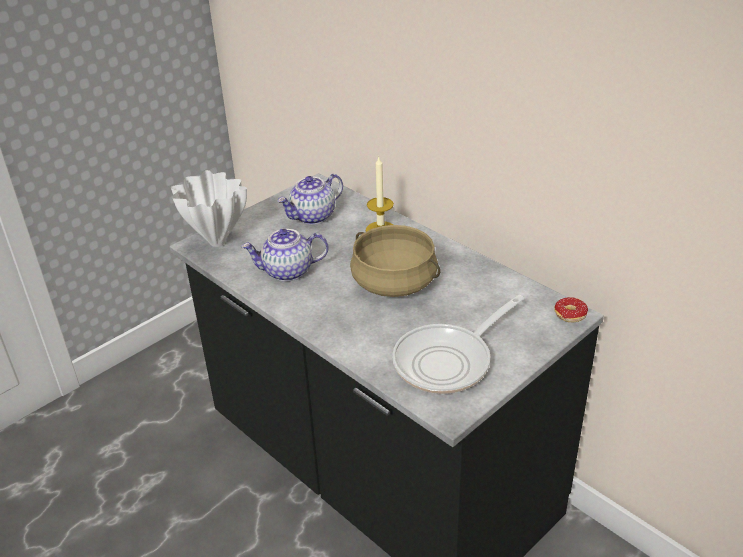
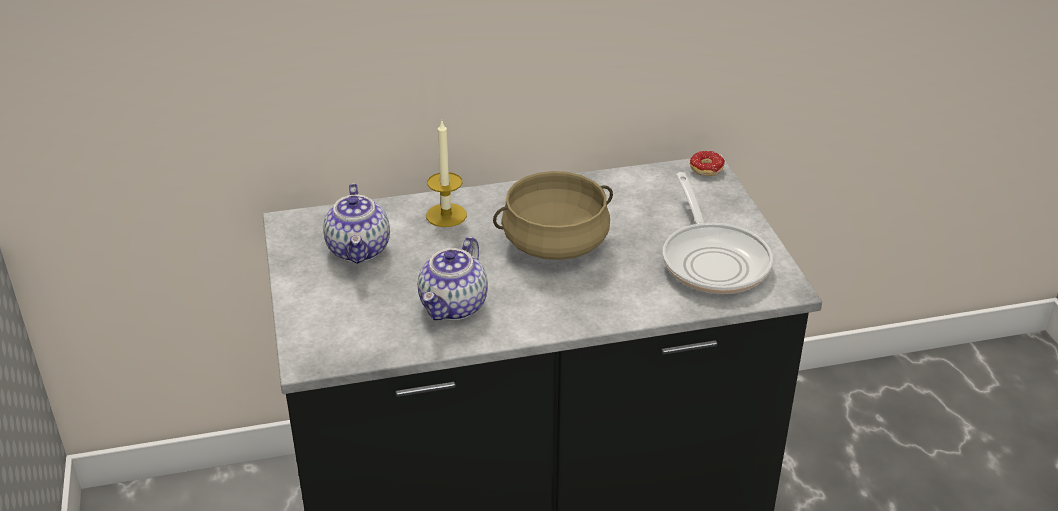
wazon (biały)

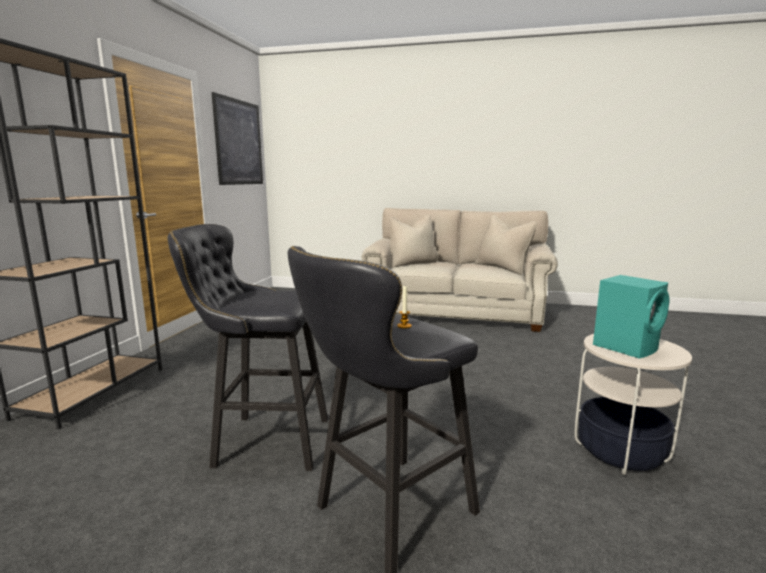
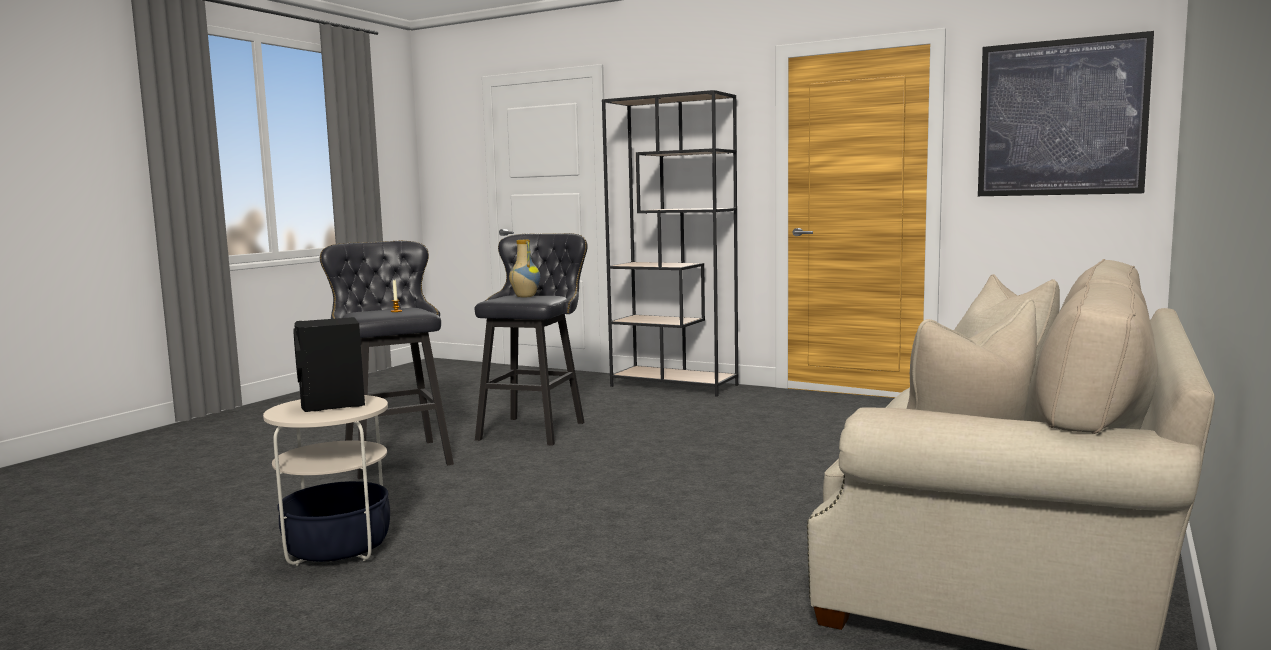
głośnik (czarny); wazon

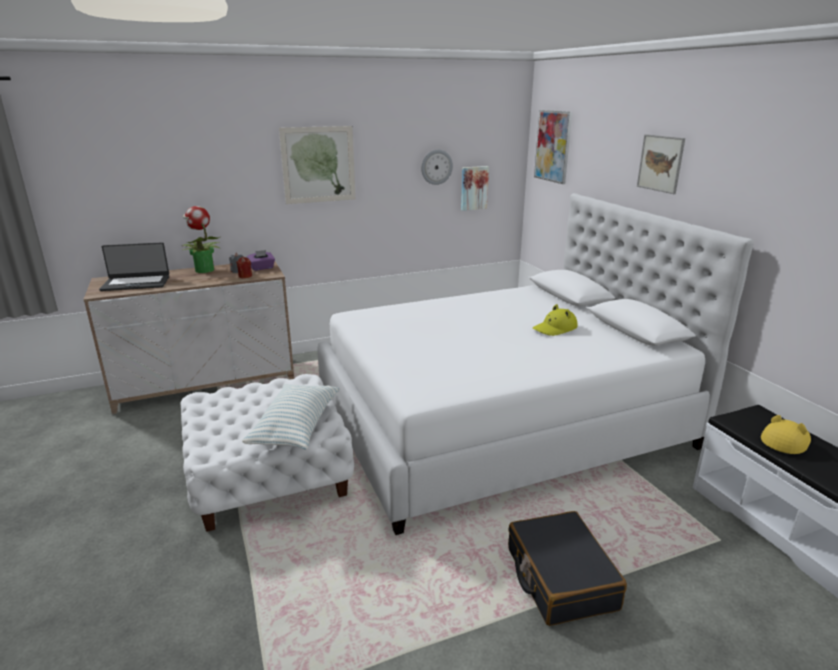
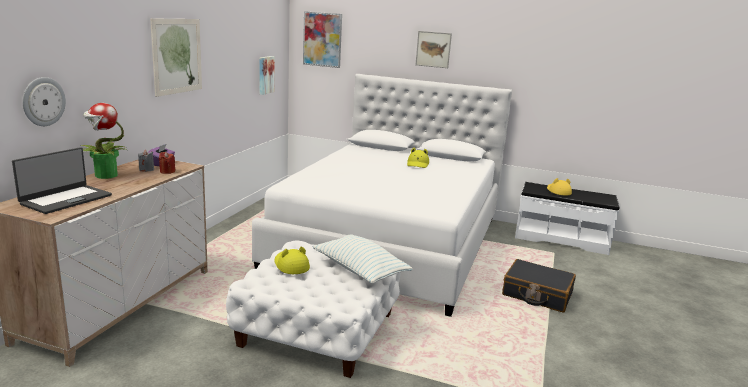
zegar ścienny; kapelusz (żółty) (1st from left)

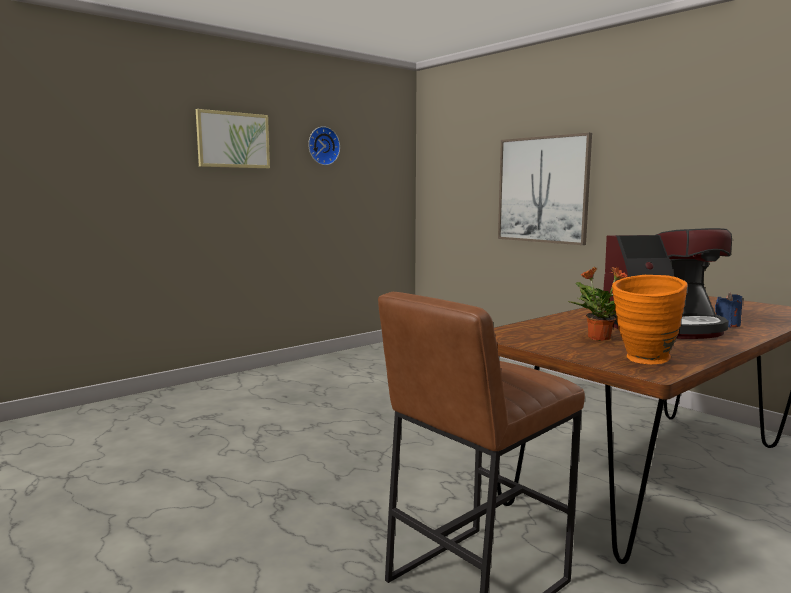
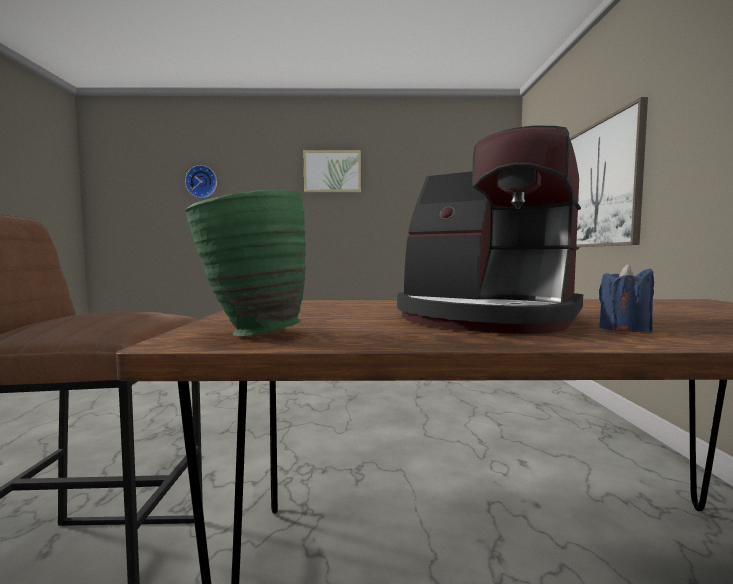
zegar ścienny; roślina doniczkowa; wazon (zielony)

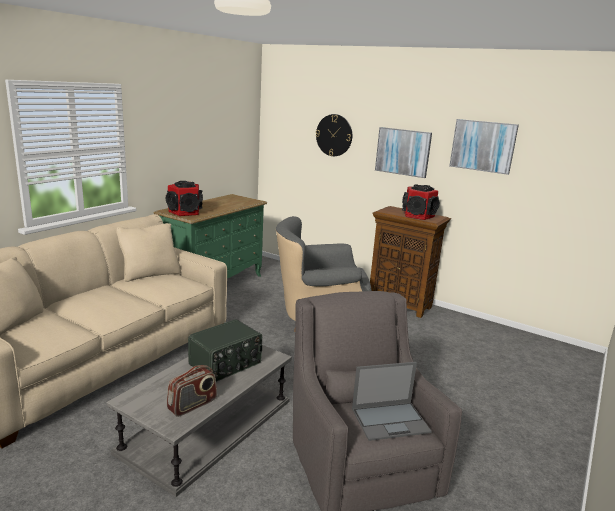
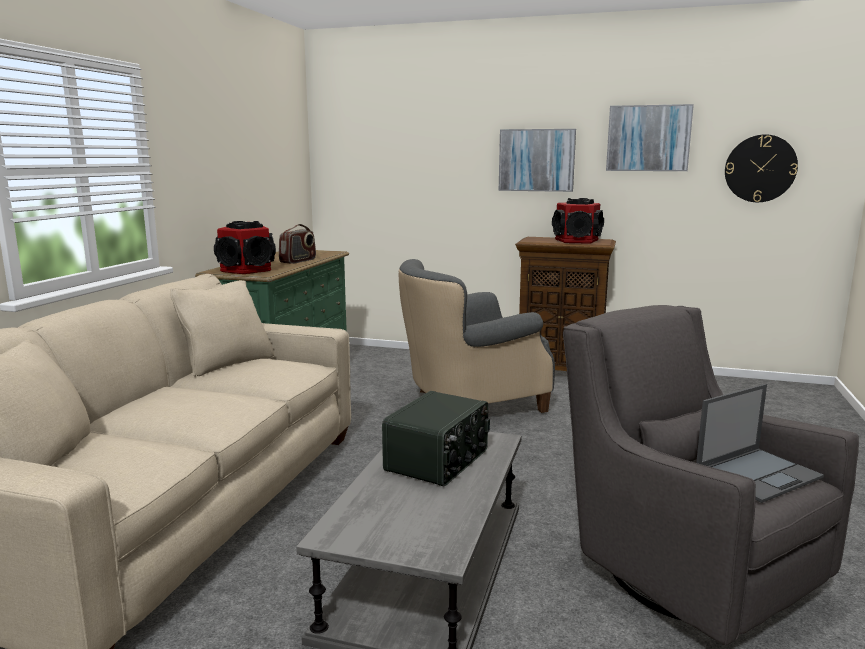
radio (1st from left); zegar ścienny

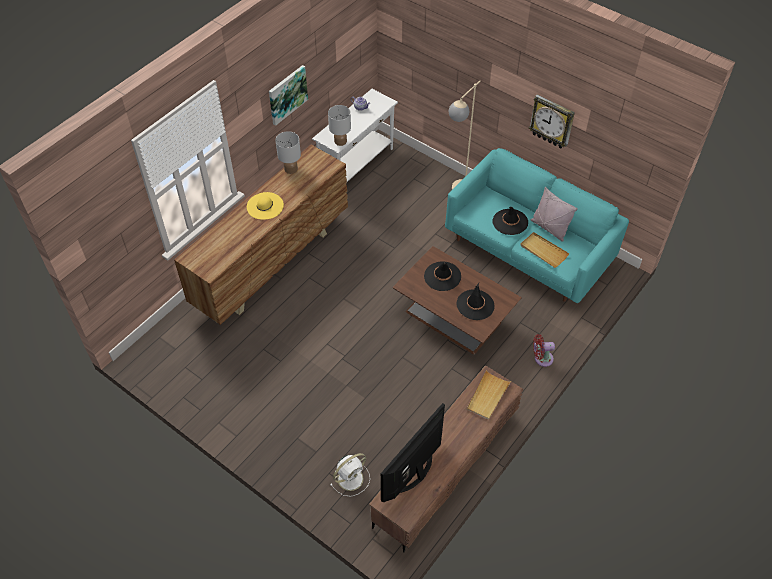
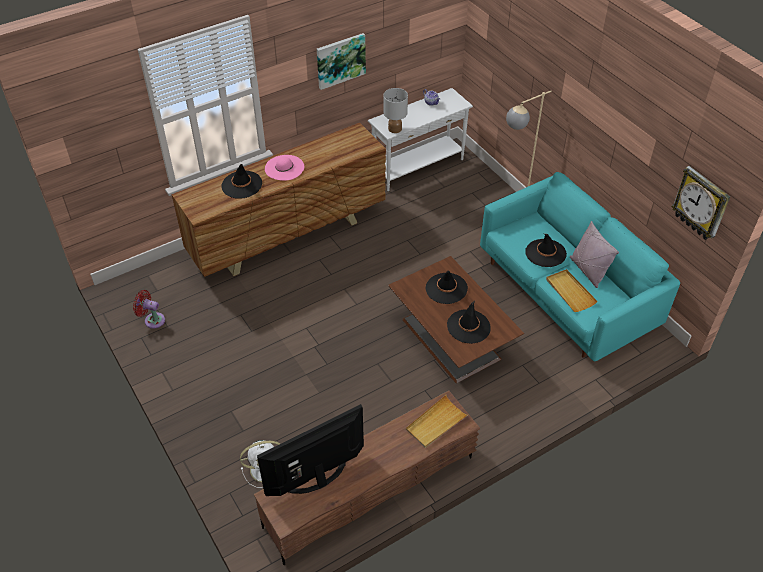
kapelusz (różowy); lampa stołowa (szary) (1st from left in the first image); zegar ścienny; wentylator (czerwony); kapelusz (czarny) (1st from left)

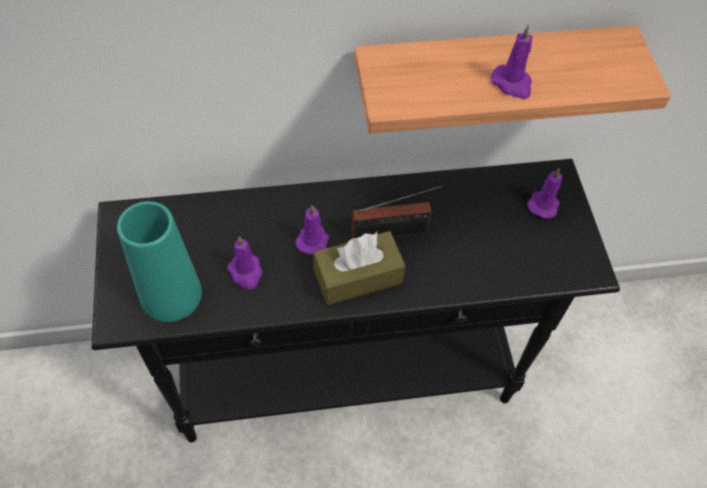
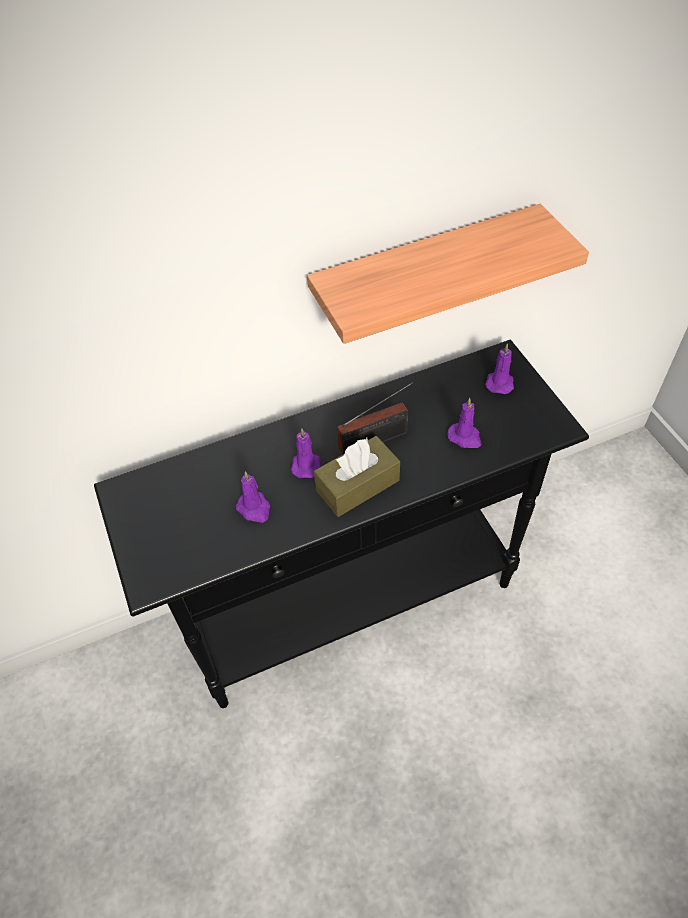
wazon (turkusowy); świeca (fioletowy) (3rd from left)

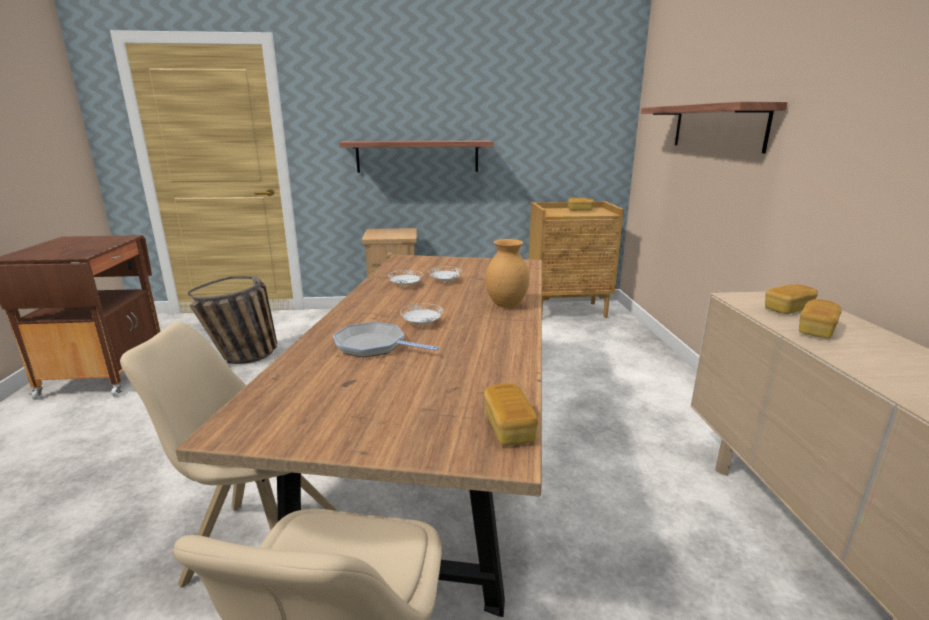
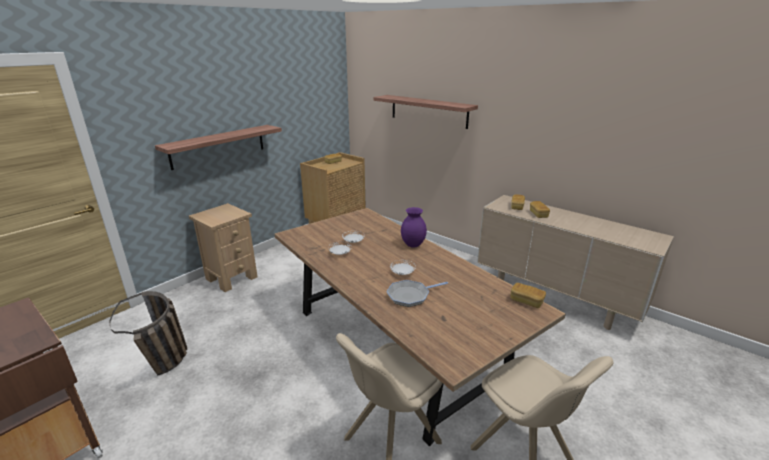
wazon (fioletowy)

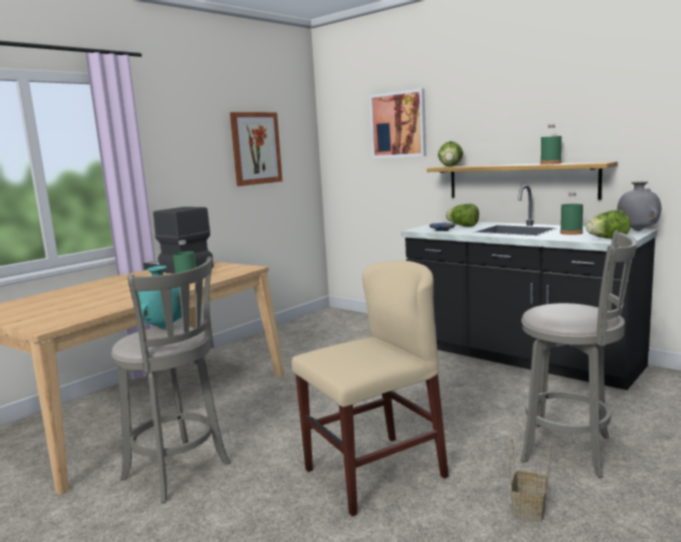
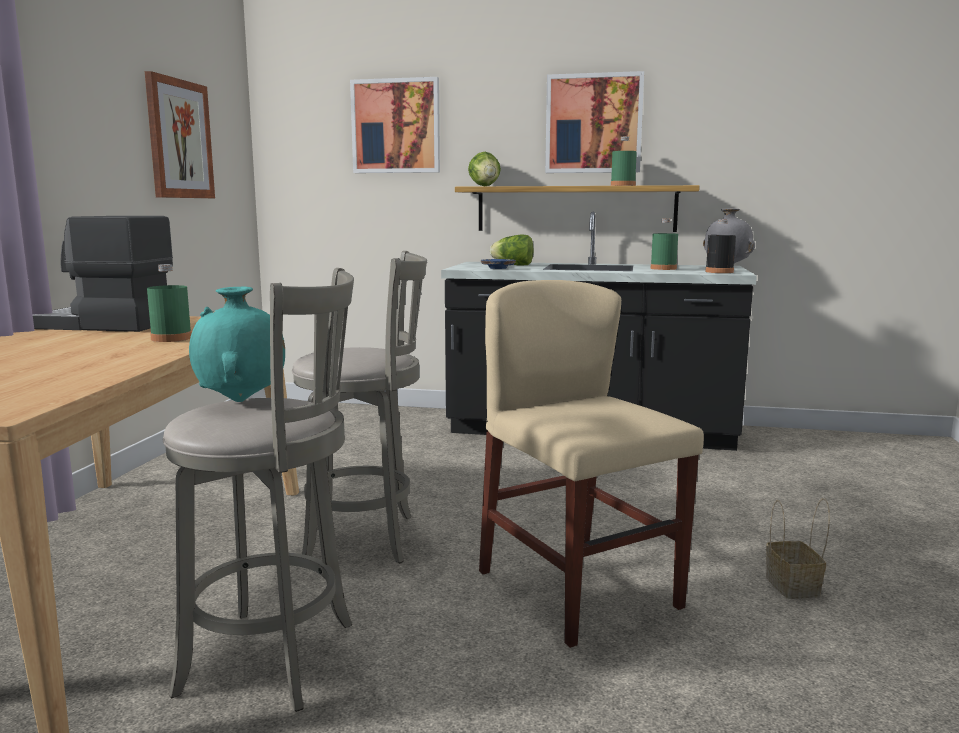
krzesło (beżowy); stołek (szary) (2nd from left); butelka (czarny); obraz (3rd from left)

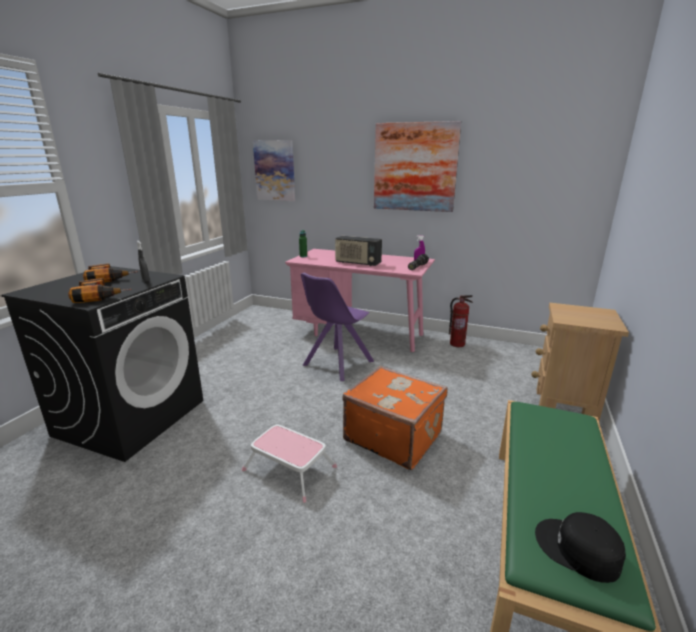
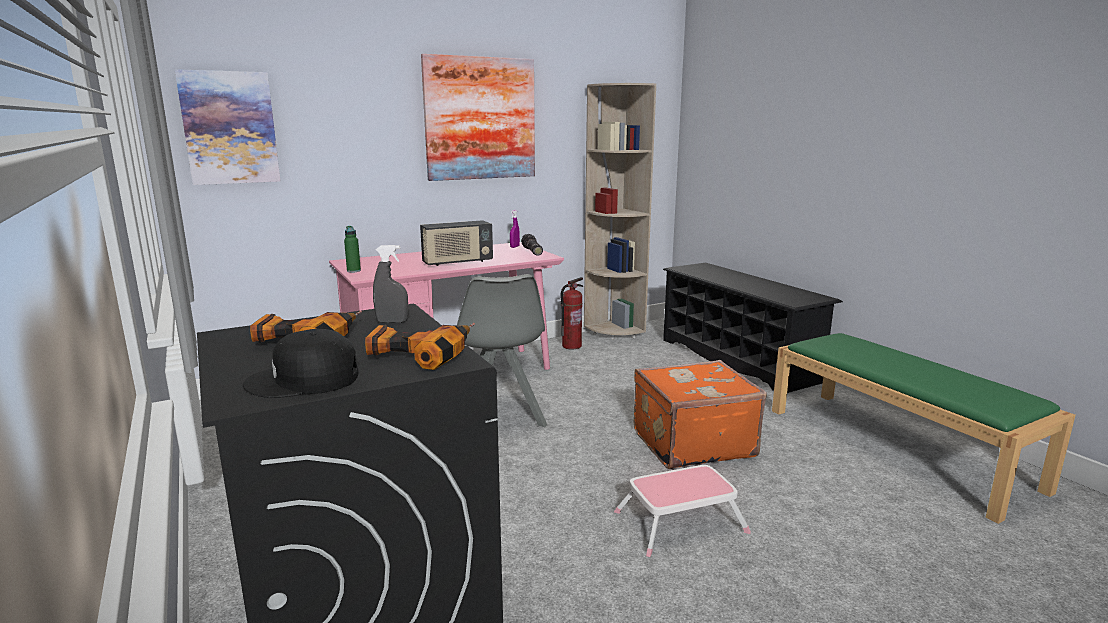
krzesło (szary); regał na buty (czarny); czapka z daszkiem (czarny); regał (beżowy)

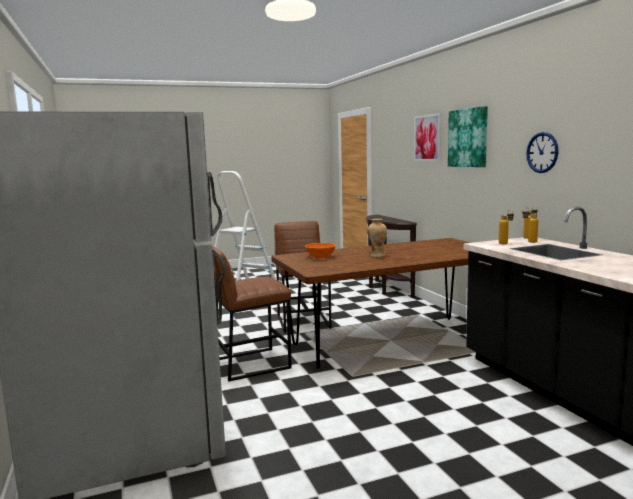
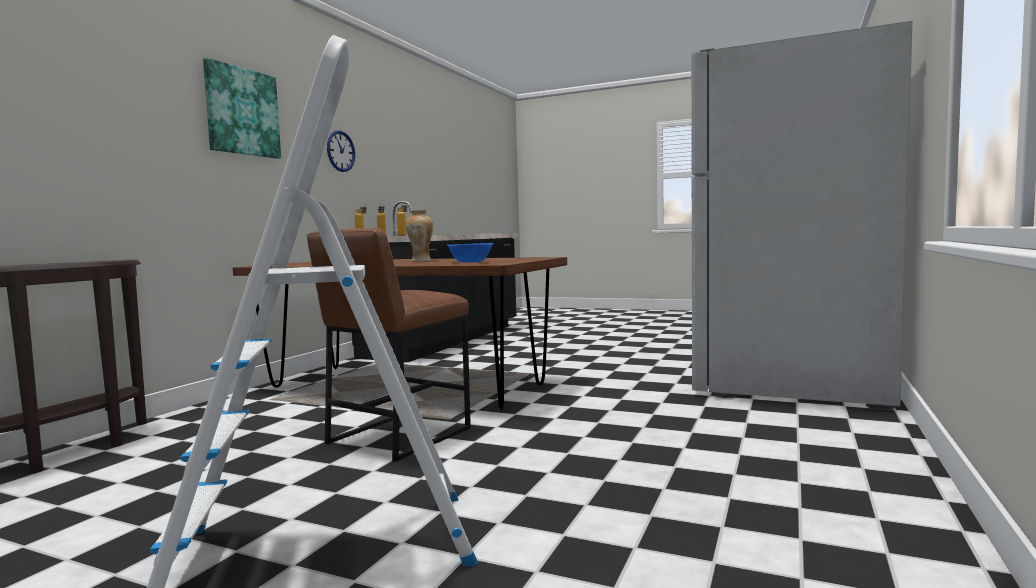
krzesło (brązowy) (1st from left in the first image); miska (niebieski); obraz (1st from left in the first image)

